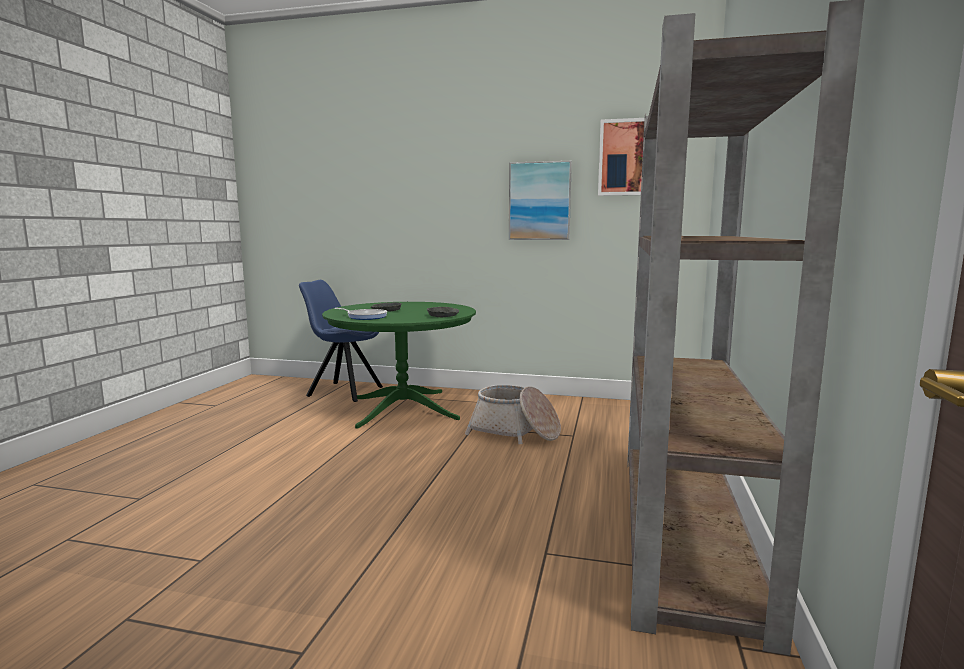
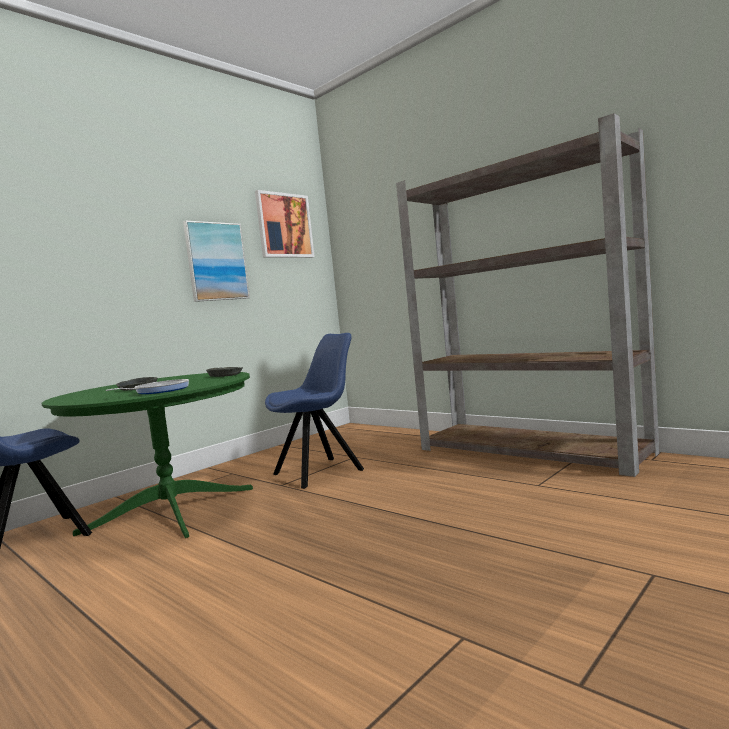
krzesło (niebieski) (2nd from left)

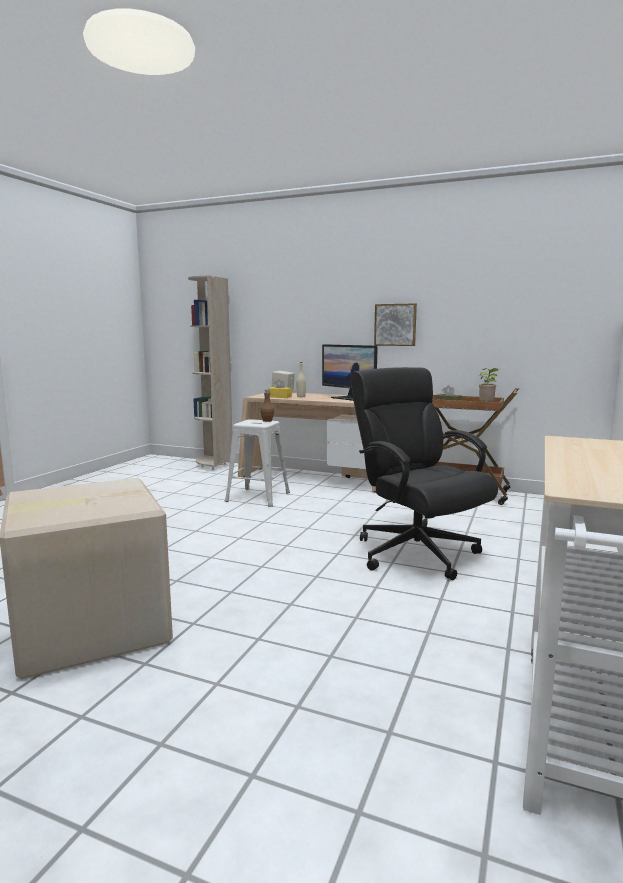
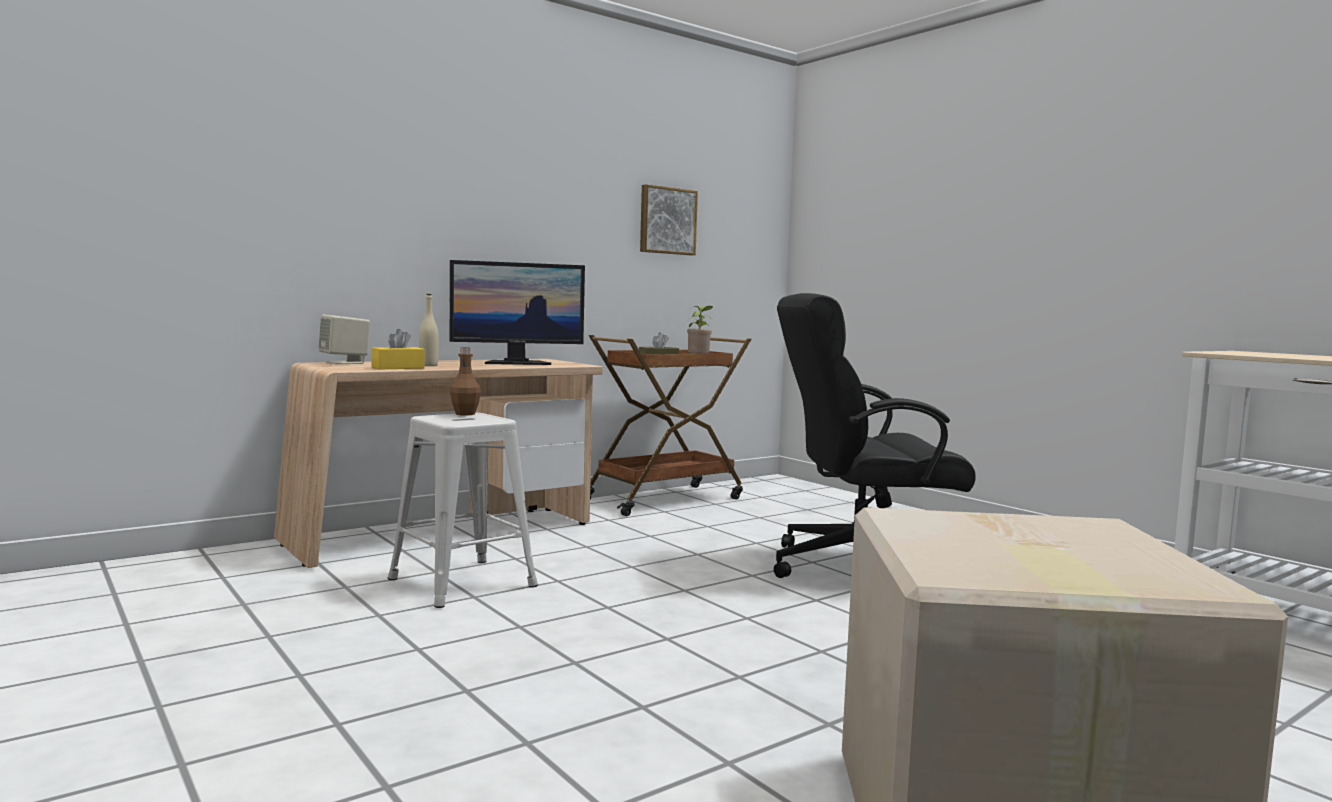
regał (beżowy); obraz

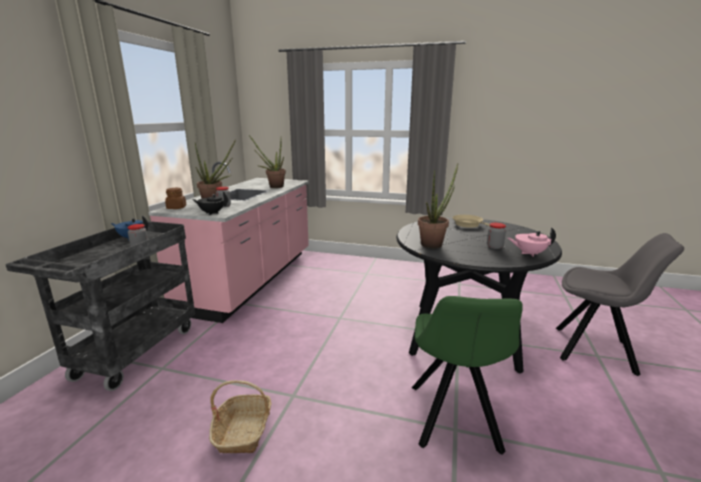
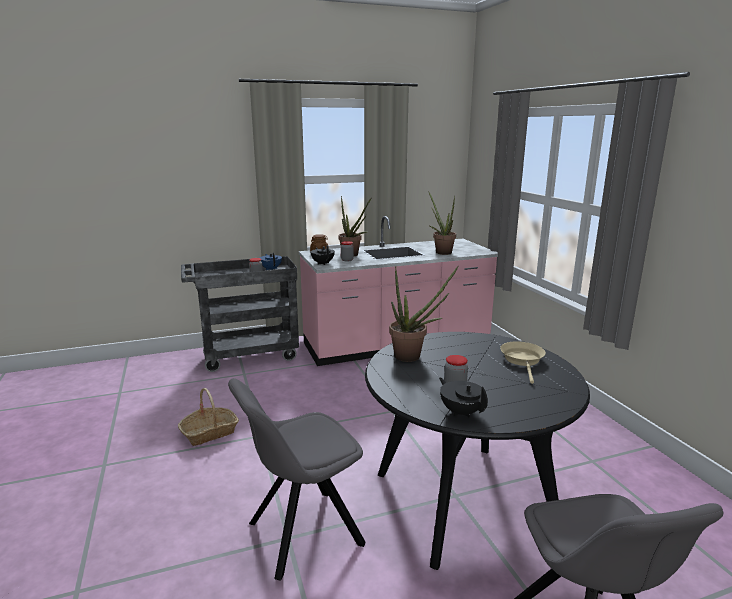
krzesło (szary) (1st from left); imbryk (czarny) (2nd from left)

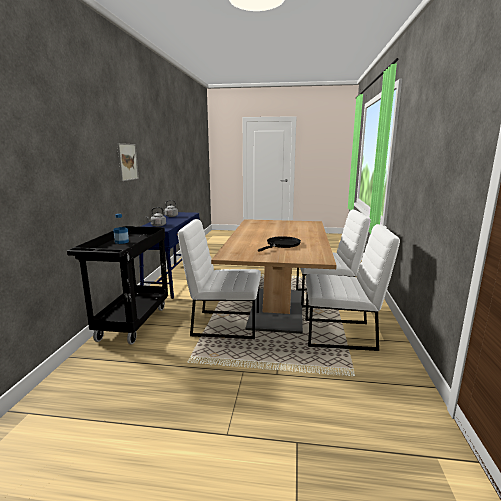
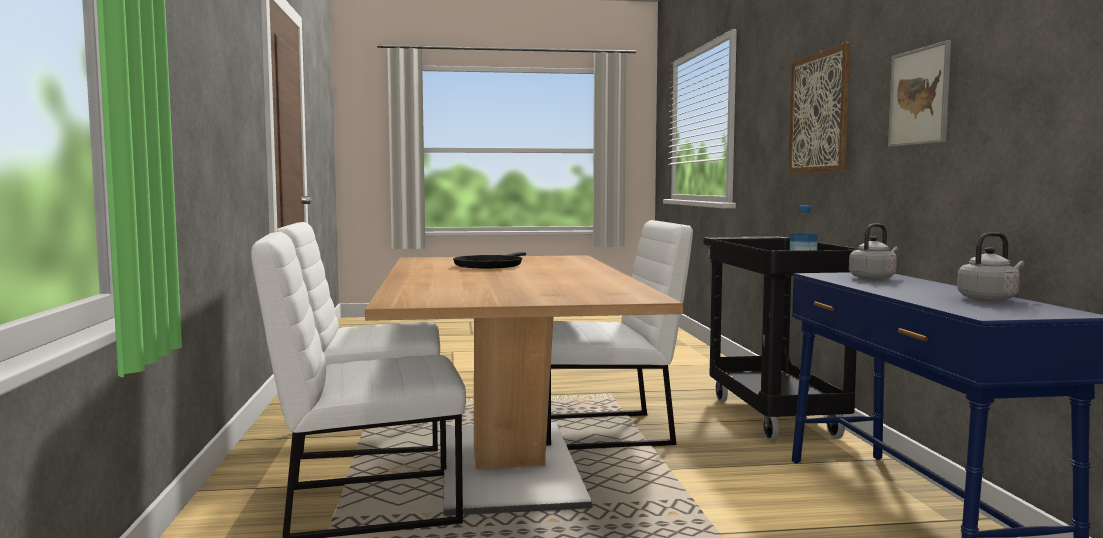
obraz (1st from left)

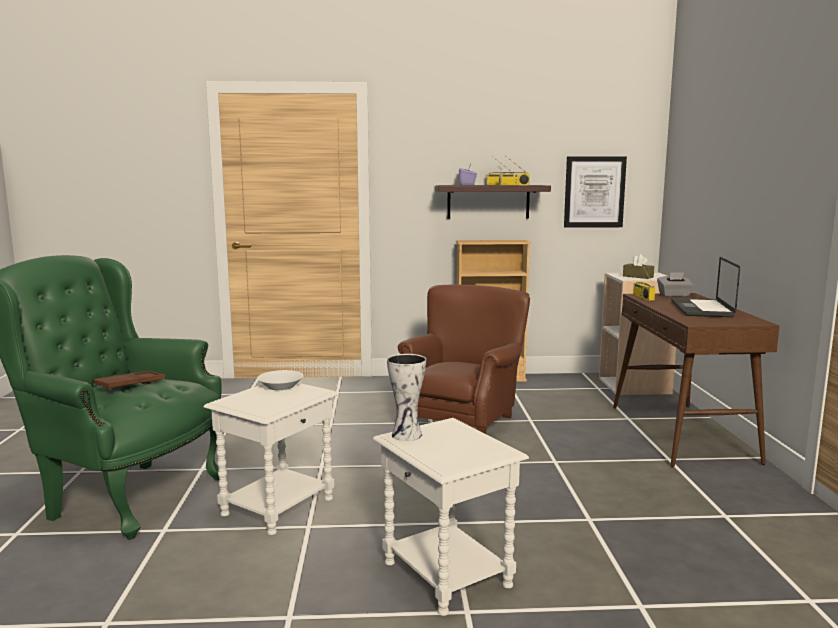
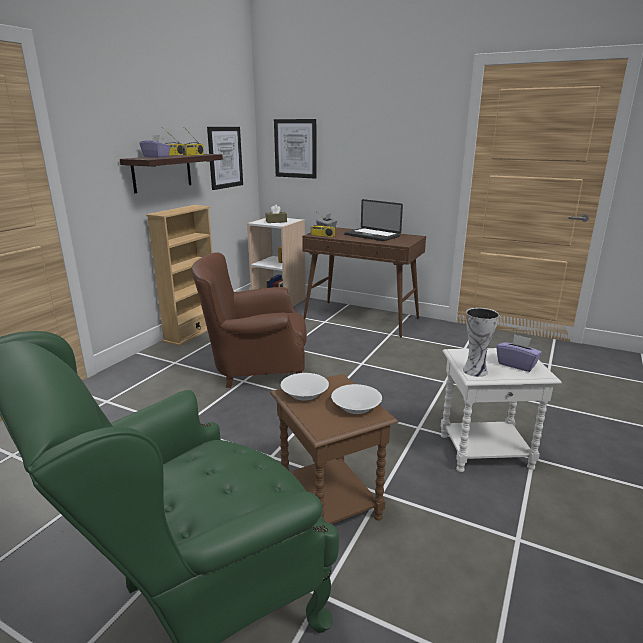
taca (brązowy); stolik (brązowy); fotel (brązowy); obraz (2nd from left); miska (biały) (2nd from left); pudełko chusteczek (fioletowy) (2nd from left)

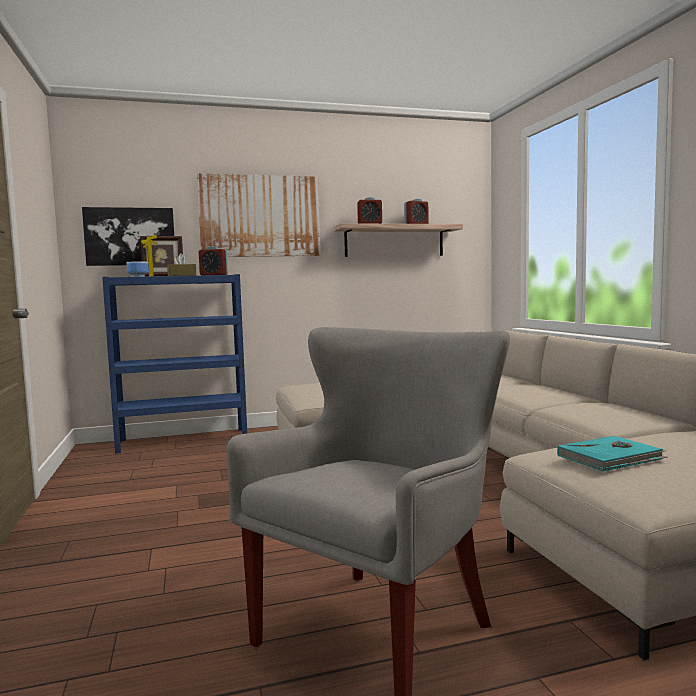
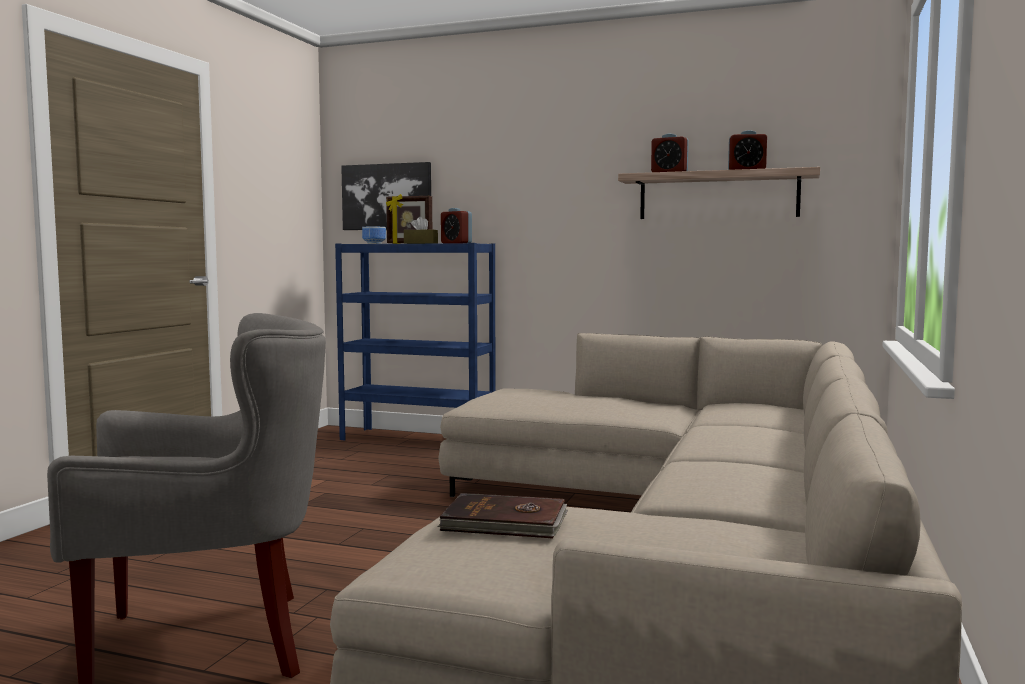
obraz (2nd from left in the first image); książka (brązowy)

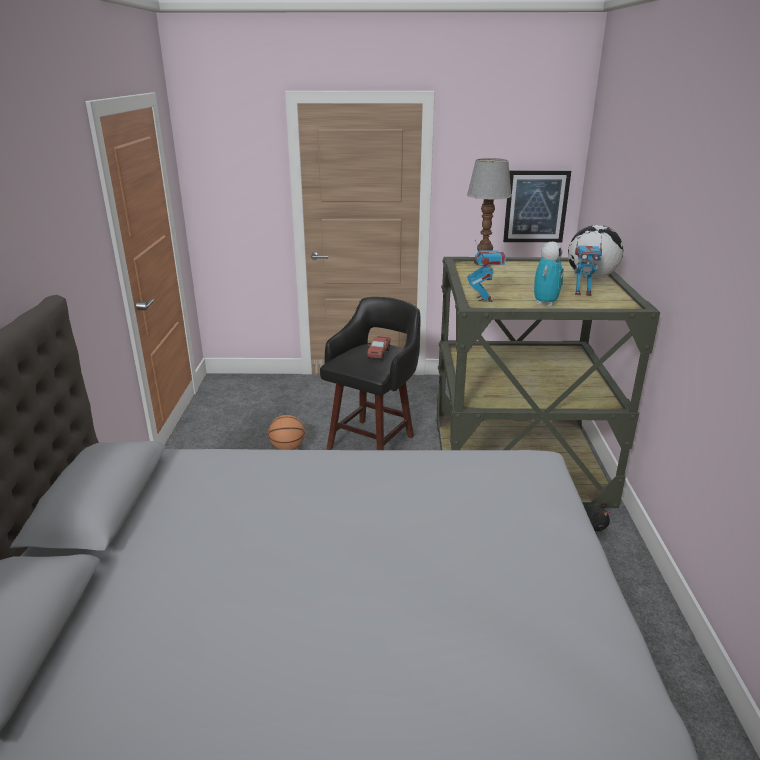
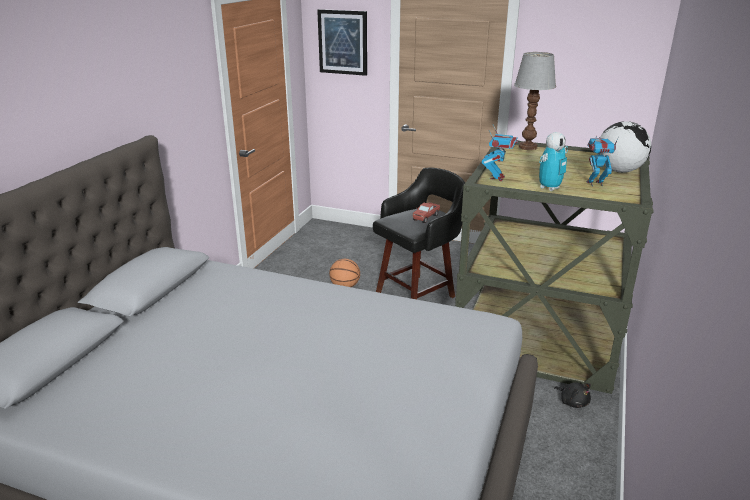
obraz; robot zabawkowy (3rd from left)

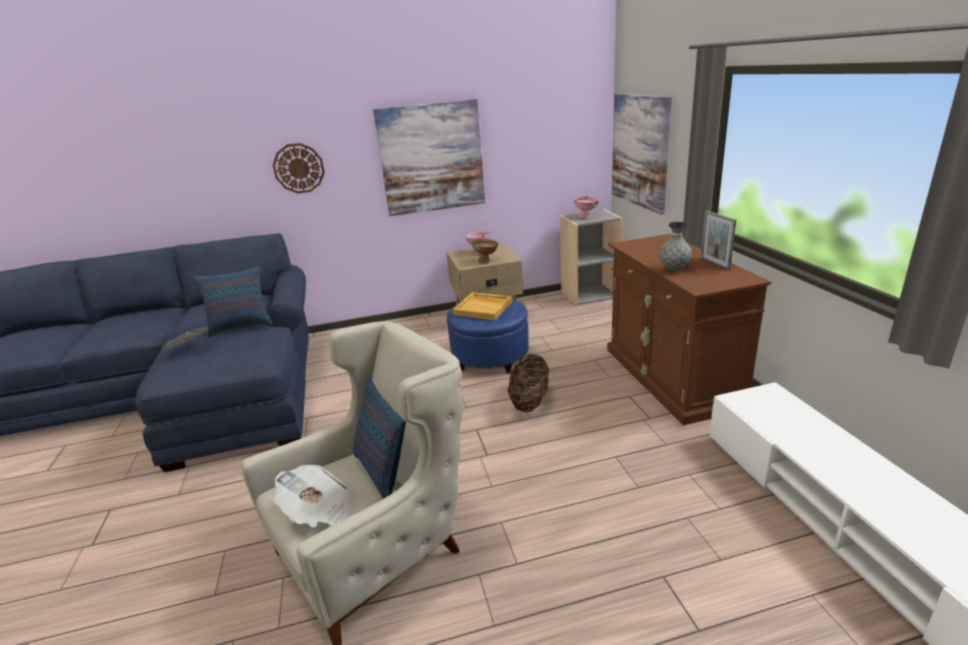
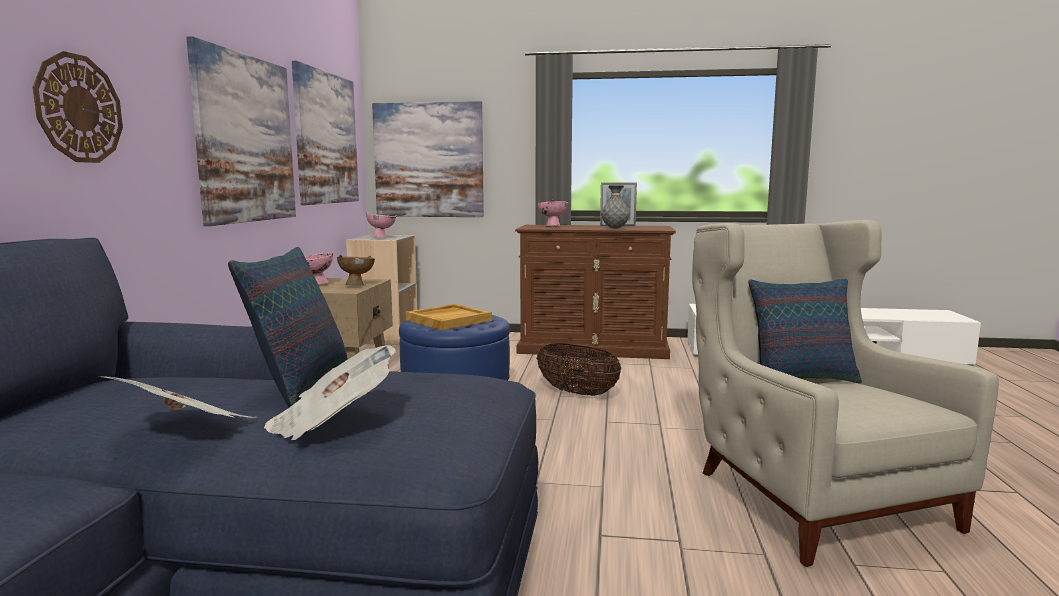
gazeta (1st from left); obraz (2nd from left); miska (różowy) (3rd from left)

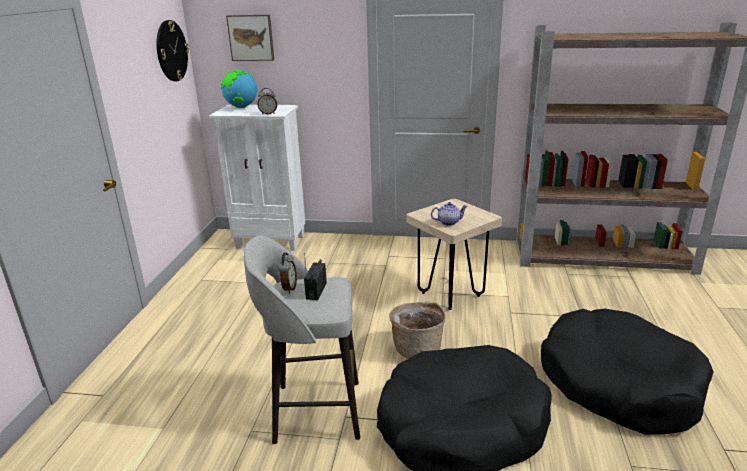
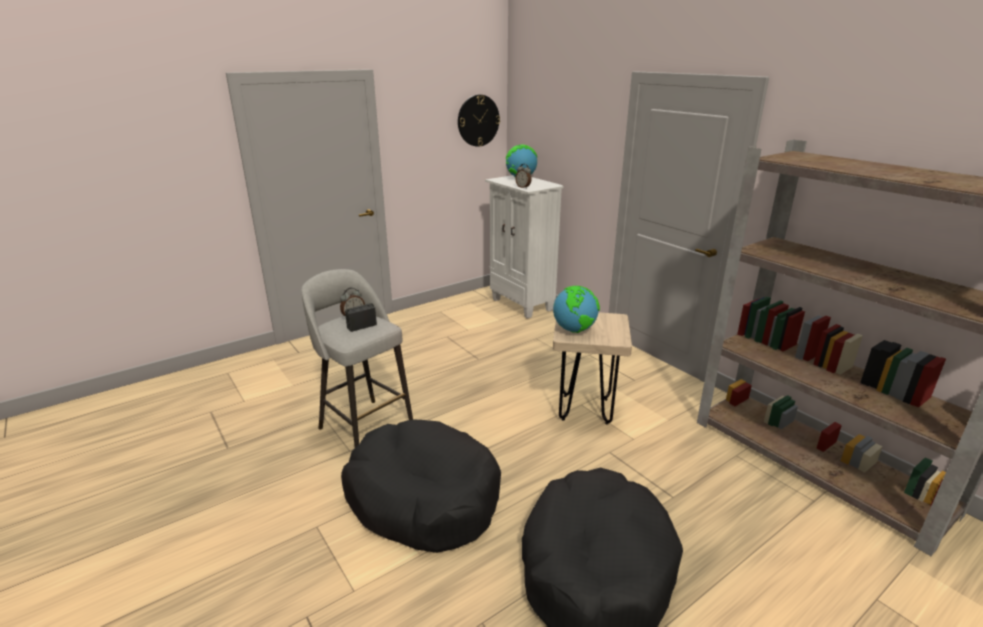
obraz; koszyk; globus (2nd from left)

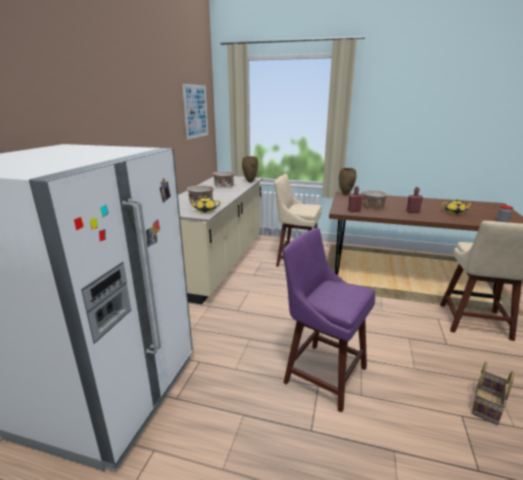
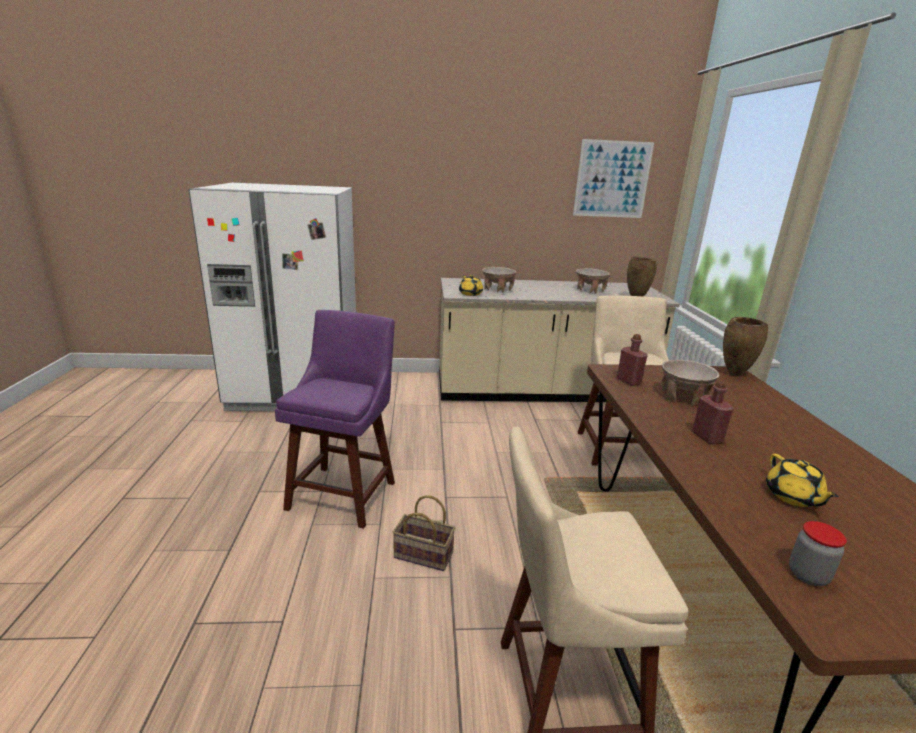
koszyk

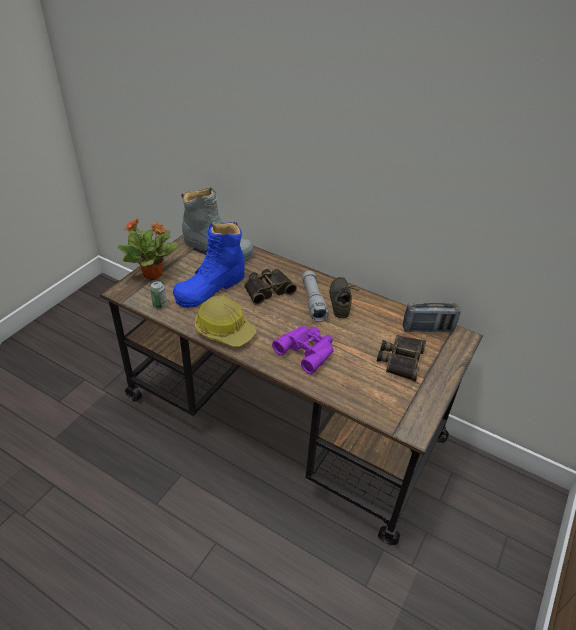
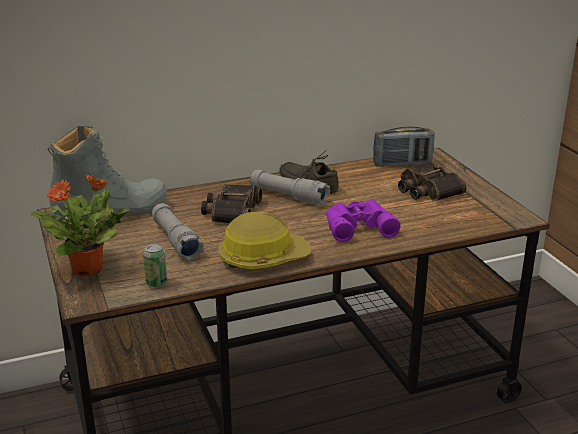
latarka (szary) (1st from left); radio

